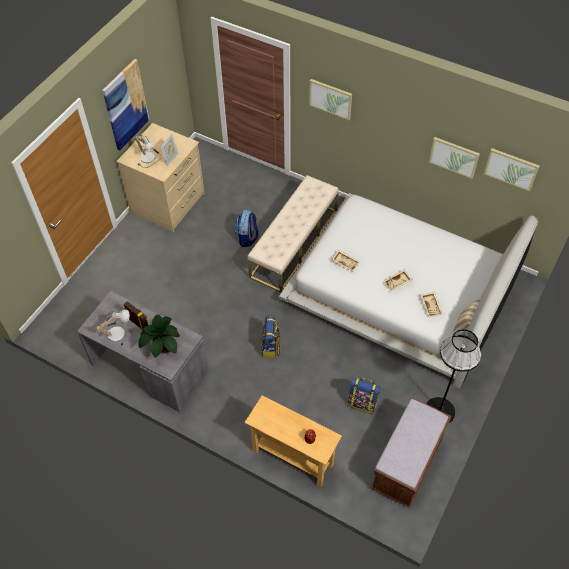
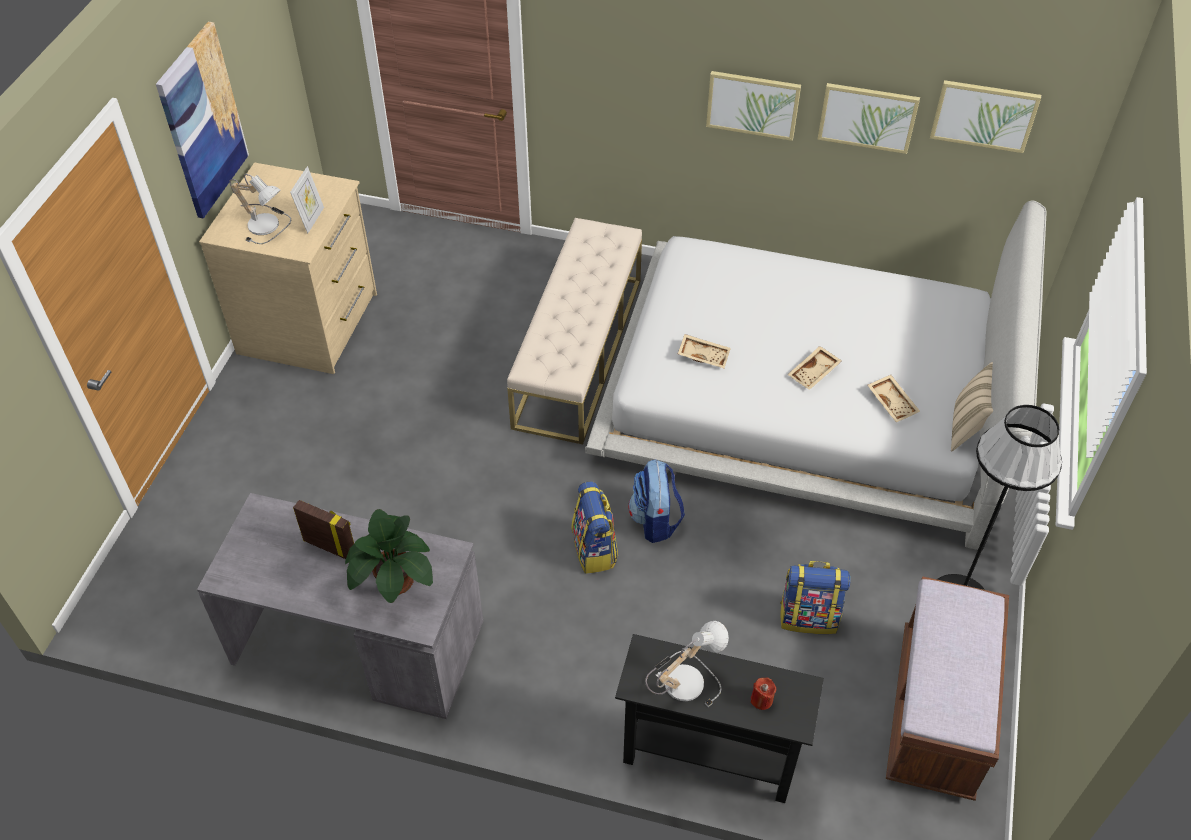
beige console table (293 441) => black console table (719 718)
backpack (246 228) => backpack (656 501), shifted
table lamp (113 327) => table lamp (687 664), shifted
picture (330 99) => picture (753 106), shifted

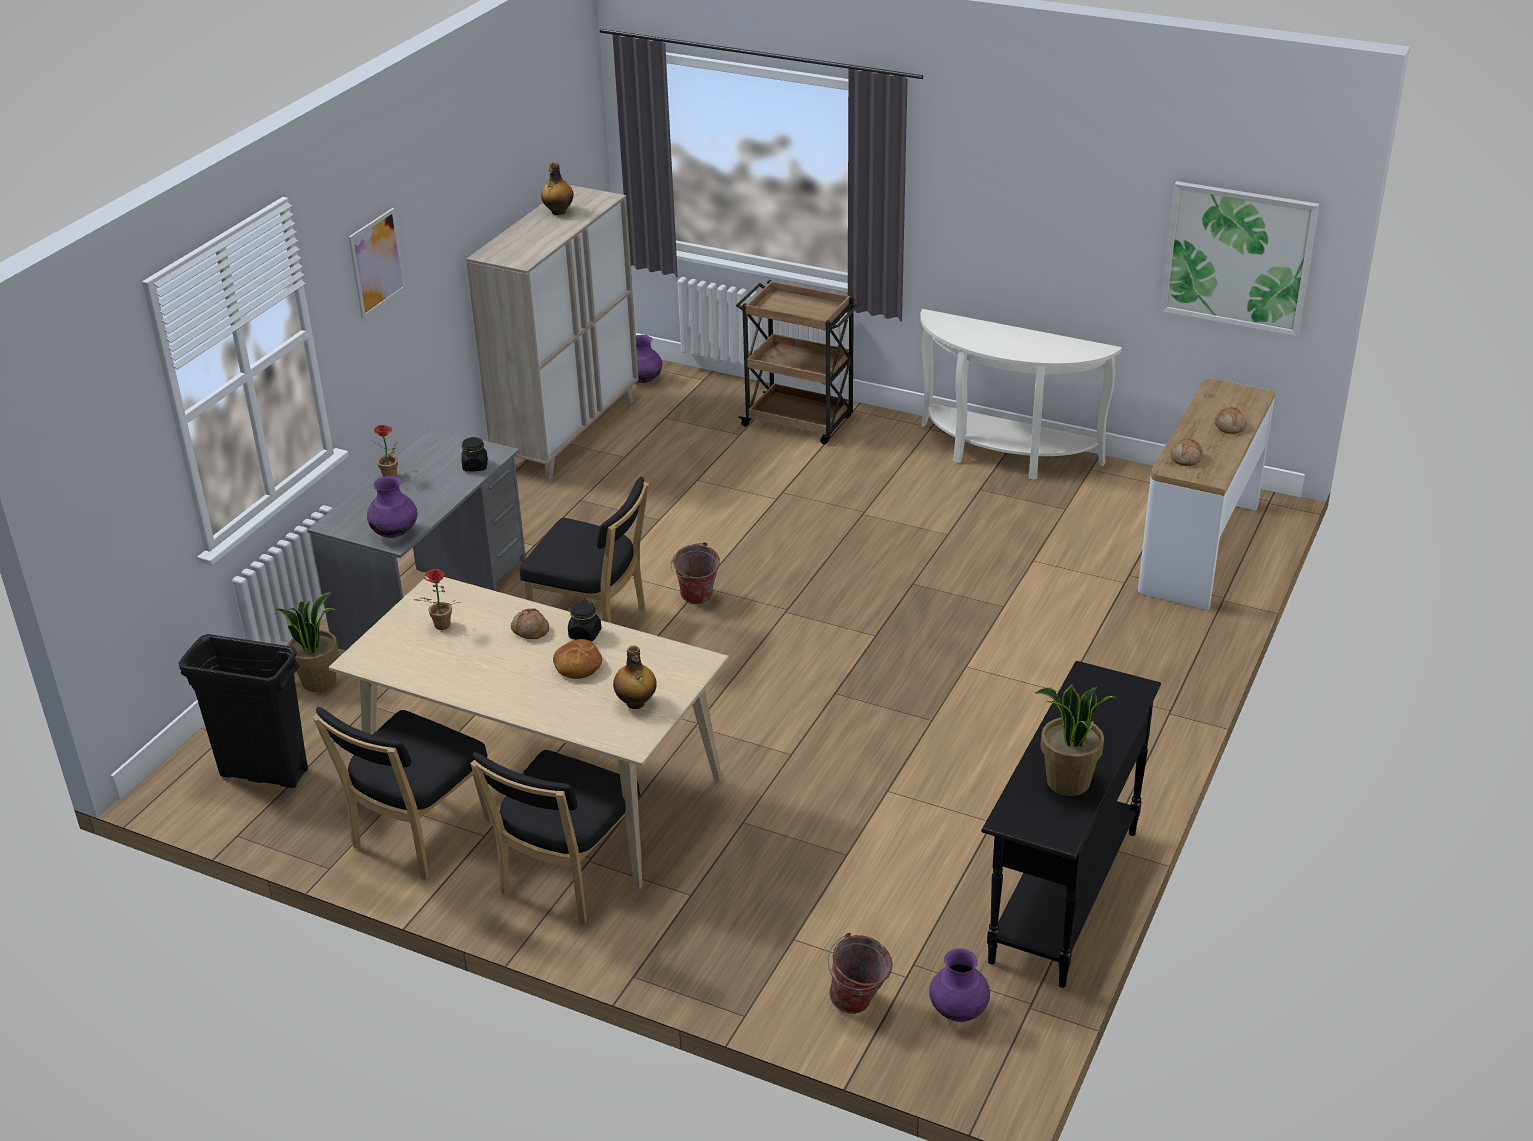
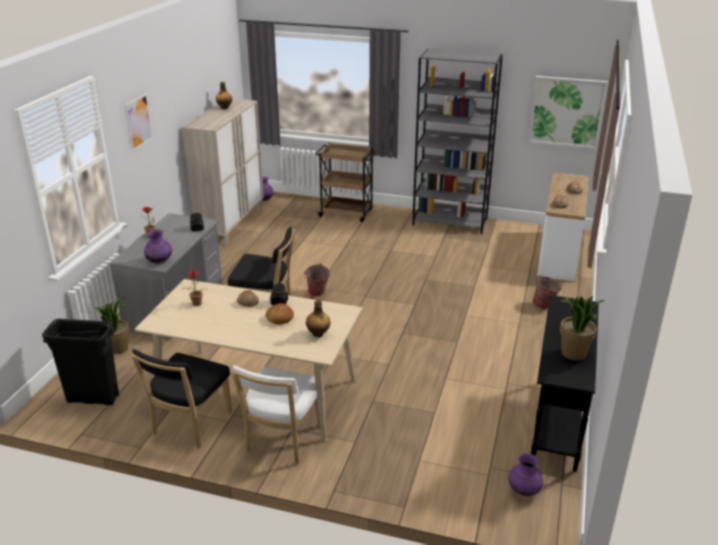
black chair (556 837) => white chair (276 415)
white console table (1021 394) => grey bookcase (457 141)
bucket (860 973) => bucket (547 292), shifted

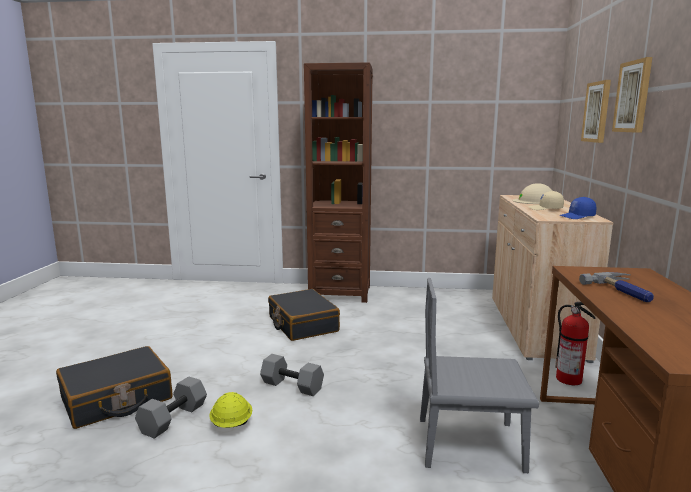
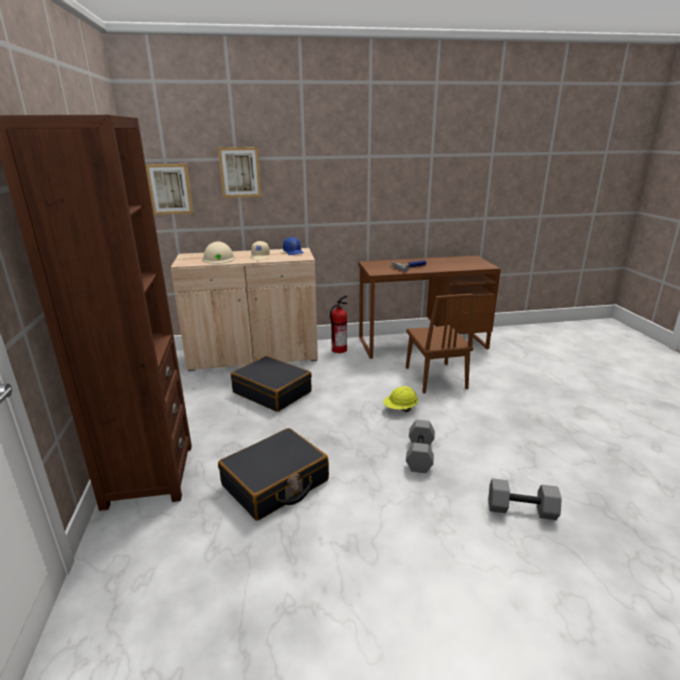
picture (632 95) => picture (169 189), shifted
black suitcase (114 387) => black suitcase (271 384), shifted
yellow hard hat (230 410) => yellow hard hat (401 399), shifted
grey chair (479 375) => brown chair (440 343)

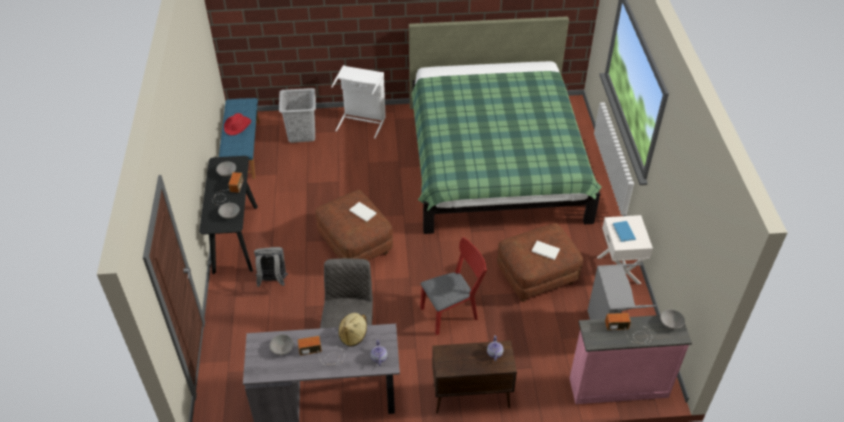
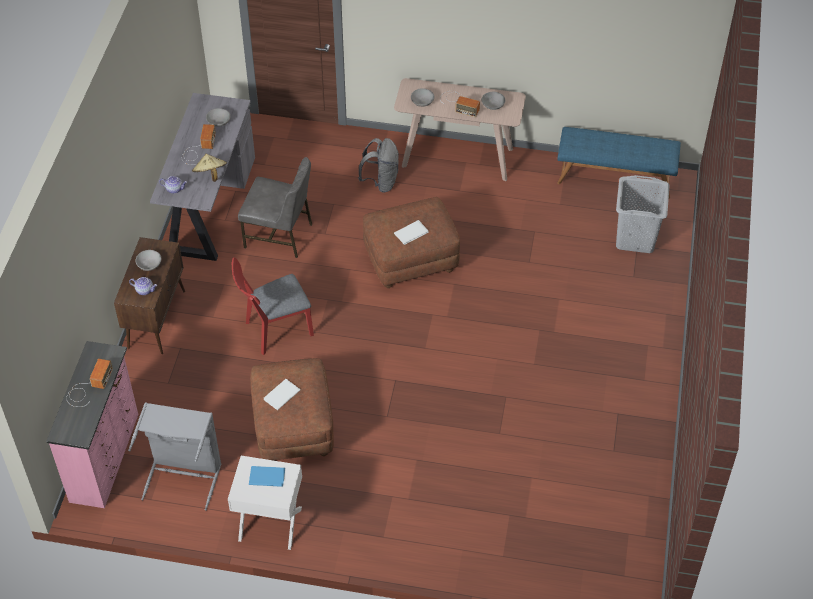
grey bowl (672 319) => grey bowl (148 260), shifted
red chair (453 286) => red chair (272 306), 75 degrees clockwise
black console table (228 215) => beige console table (460 129)
red hat (237 124) => nothing
white laundry basket (358 102) => nothing
green bed (505 125) => nothing

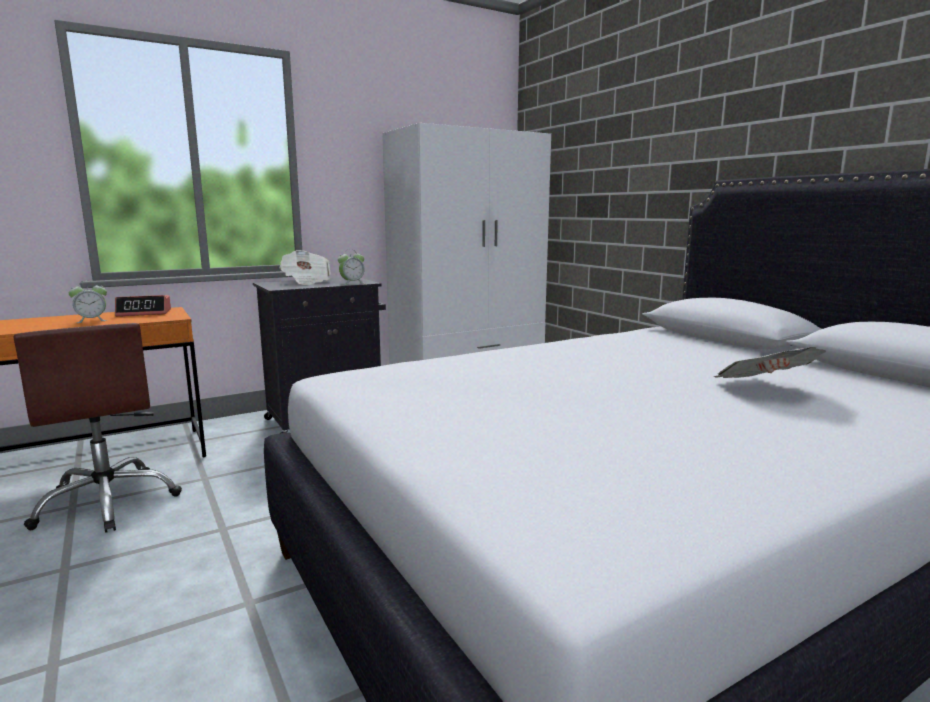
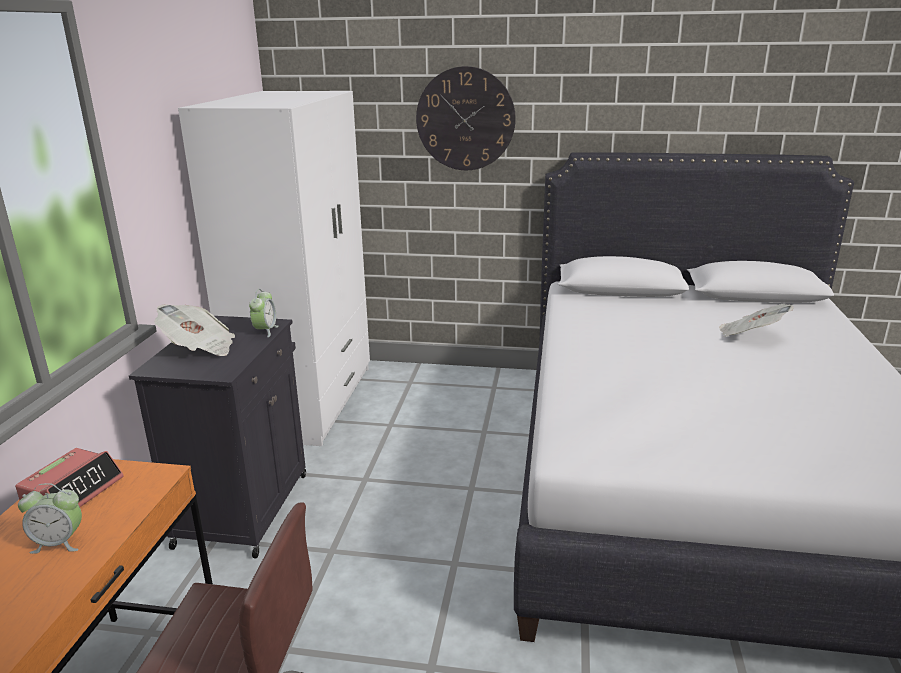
alarm clock (88 302) => alarm clock (50 518), 75 degrees clockwise
nothing => wall clock (466 118)

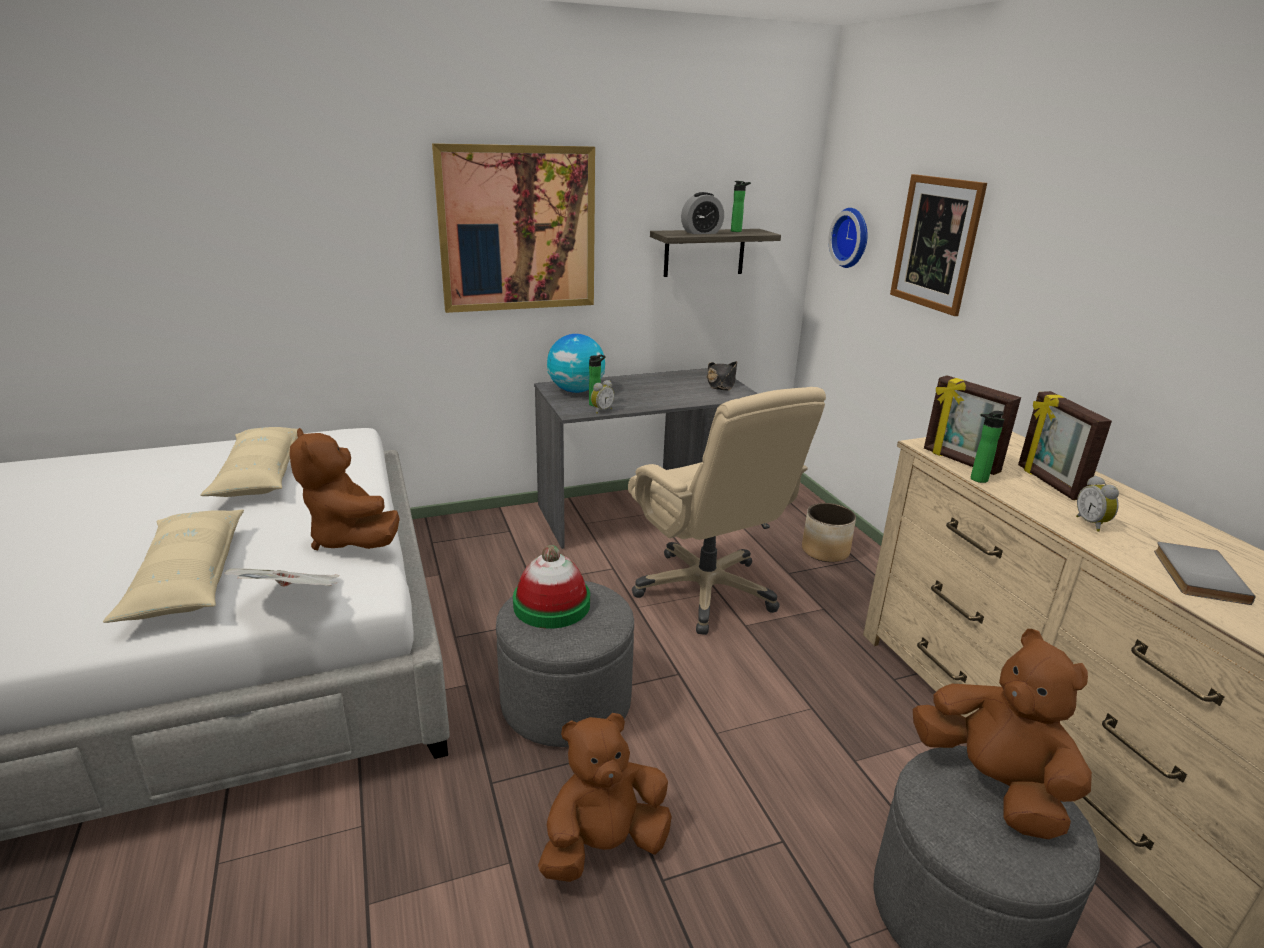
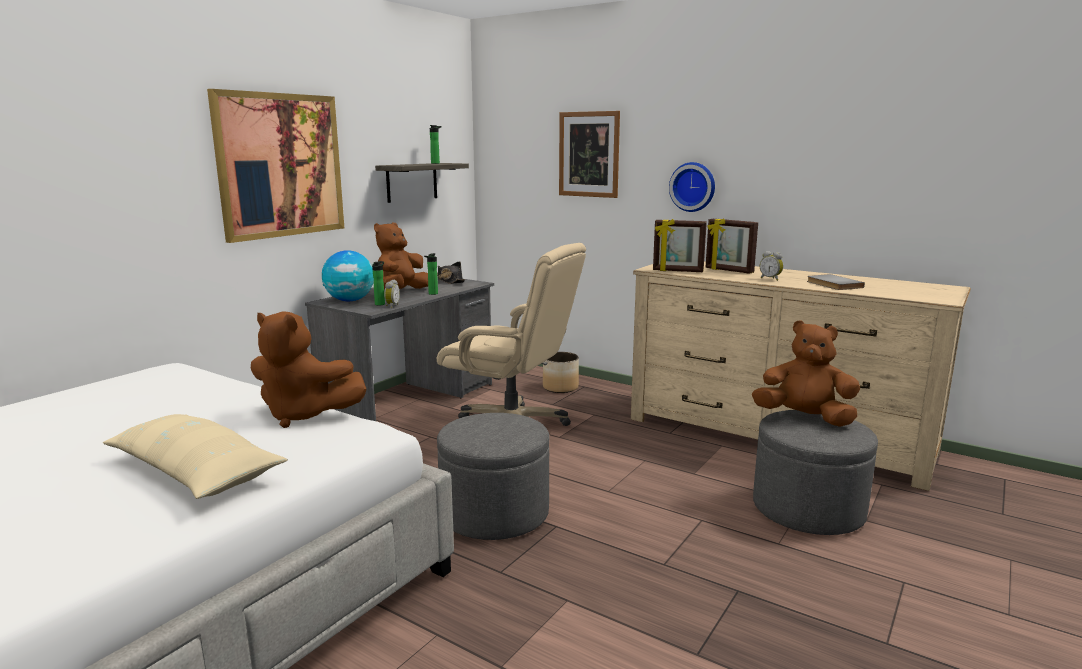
brown plush toy (605 797) => brown plush toy (401 256), shifted
bottle (987 447) => bottle (431 274), shifted
wall clock (848 238) => wall clock (692 187), shifted
beige pillow (249 462) => nothing
newspaper (282 577) => nothing
hat (551 587) => nothing
alarm clock (702 213) => nothing

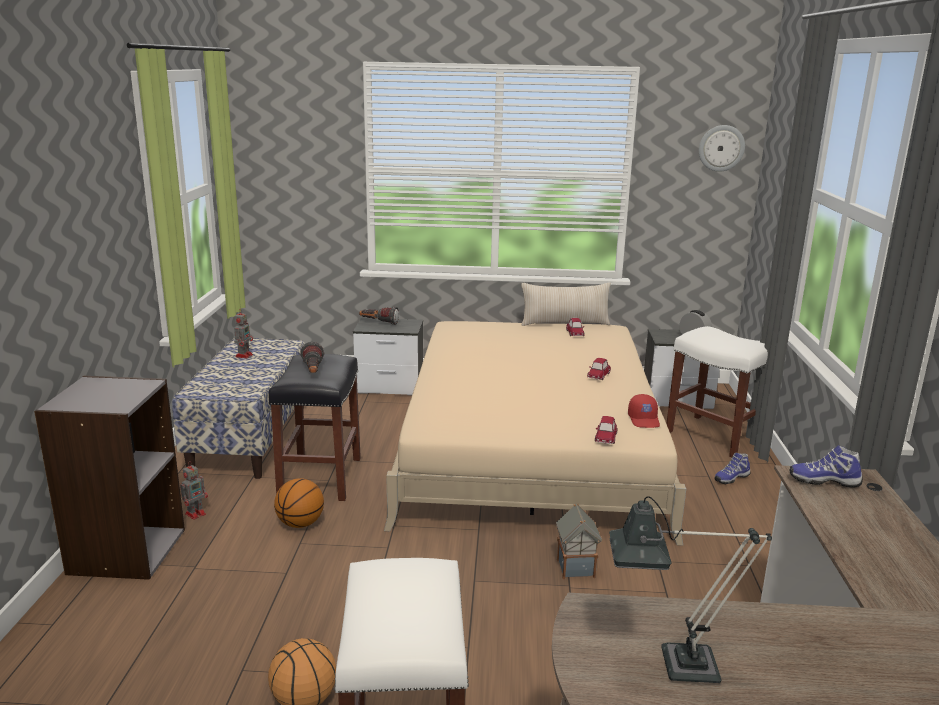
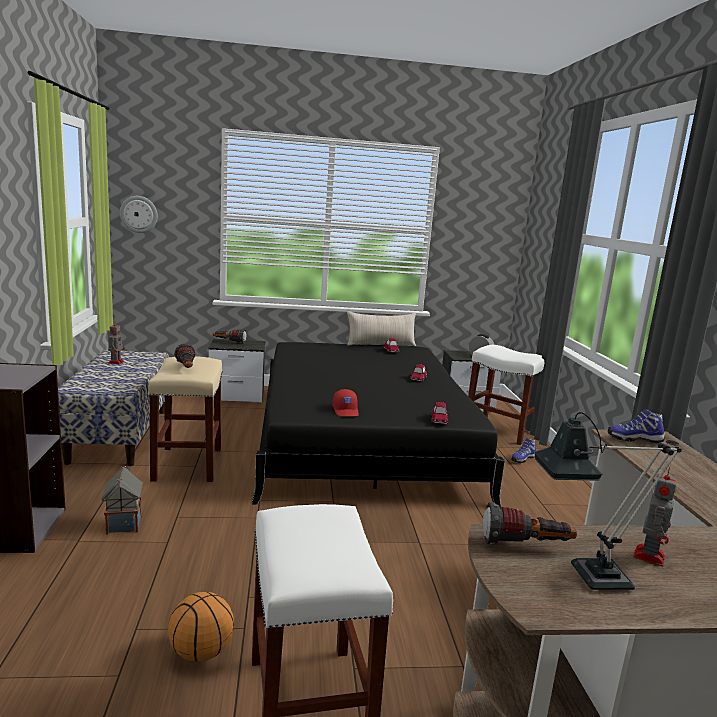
toy house (579 541) => toy house (122 500), shifted
wall clock (722 148) => wall clock (139 214), shifted
black stool (315 427) => beige stool (185 419)
beige bed (535 433) => black bed (378 425)
red cap (644 411) => red cap (346 402), shifted
nothing => flashlight (530 524)
toy robot (194 490) => toy robot (655 517), shifted
basketball (299 503) => nothing

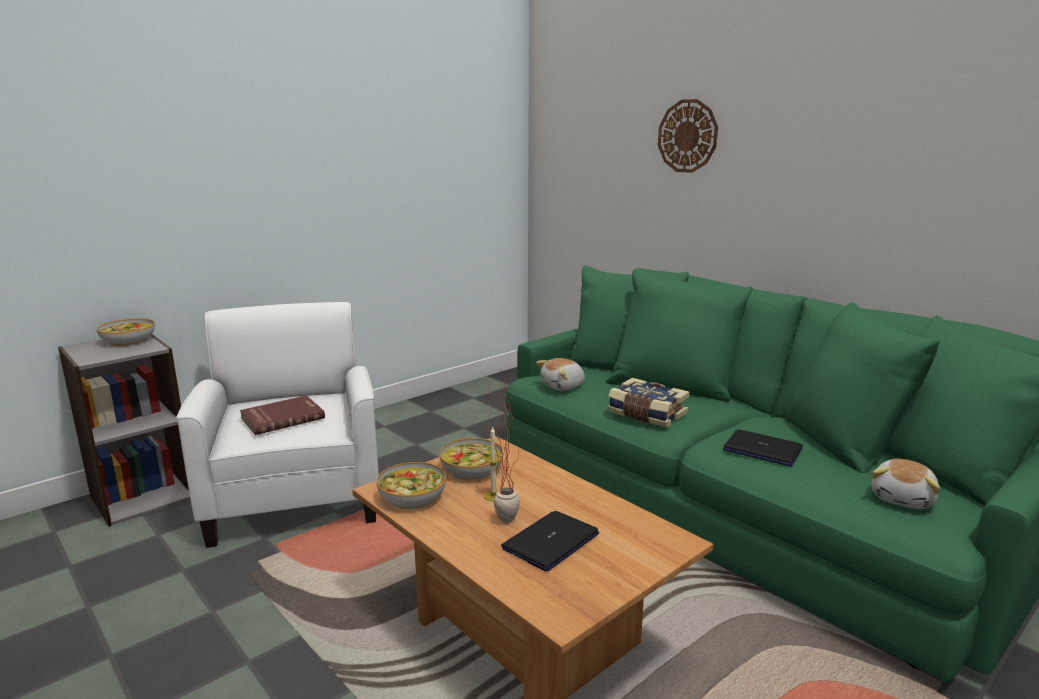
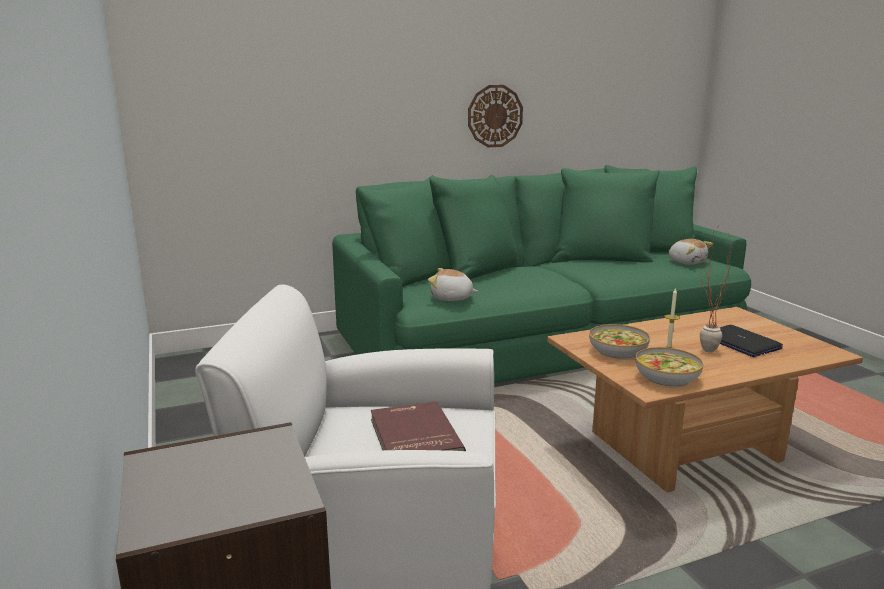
plush toy (560 374) => plush toy (453 284), 120 degrees clockwise
wall clock (688 136) => wall clock (495 116), shifted
bowl (125 332) => nothing
book (649 403) => nothing
laptop (763 448) => nothing

